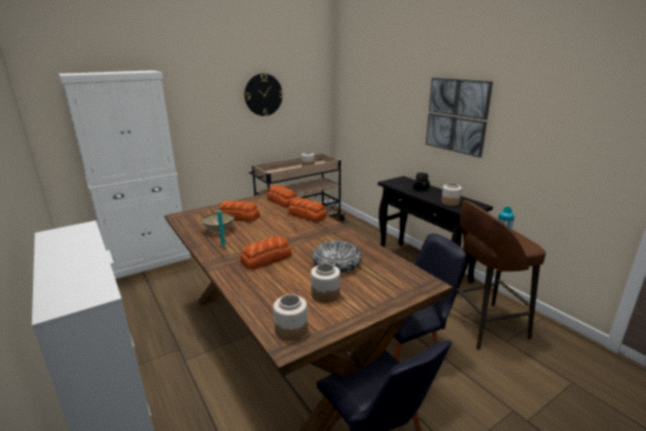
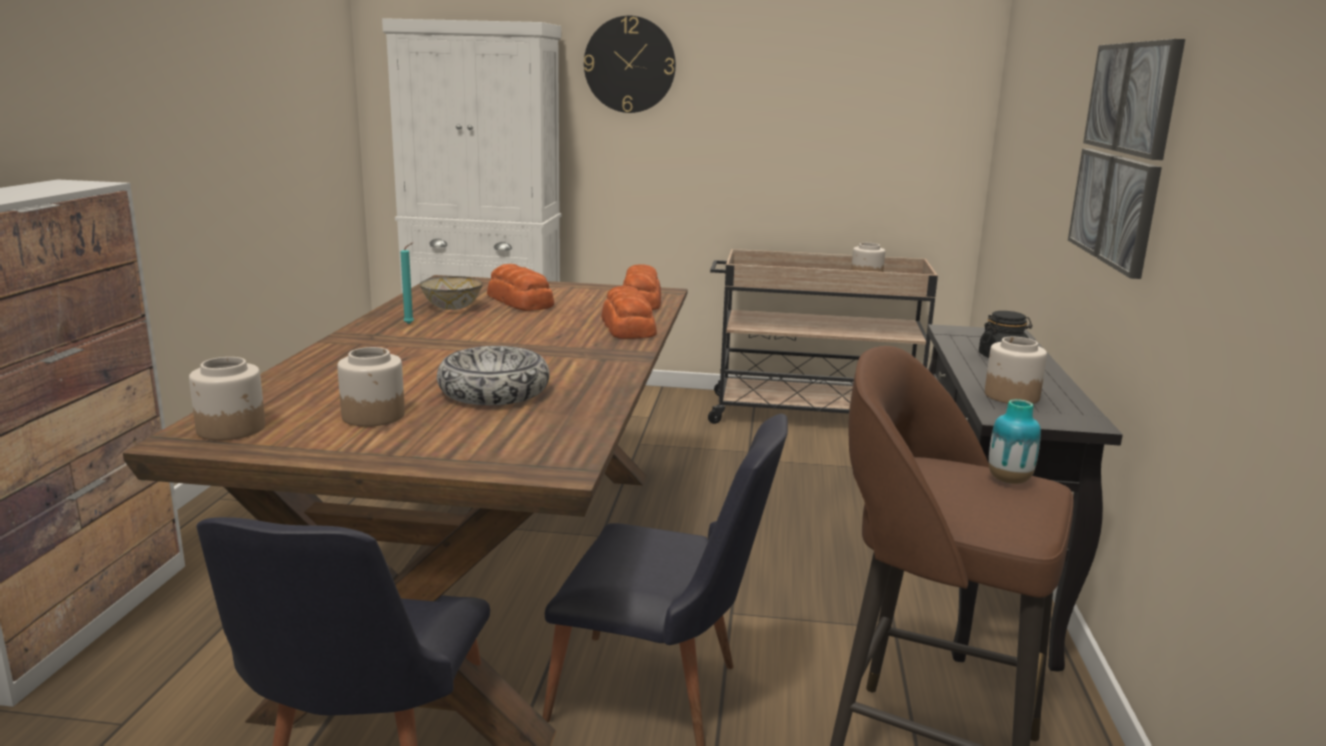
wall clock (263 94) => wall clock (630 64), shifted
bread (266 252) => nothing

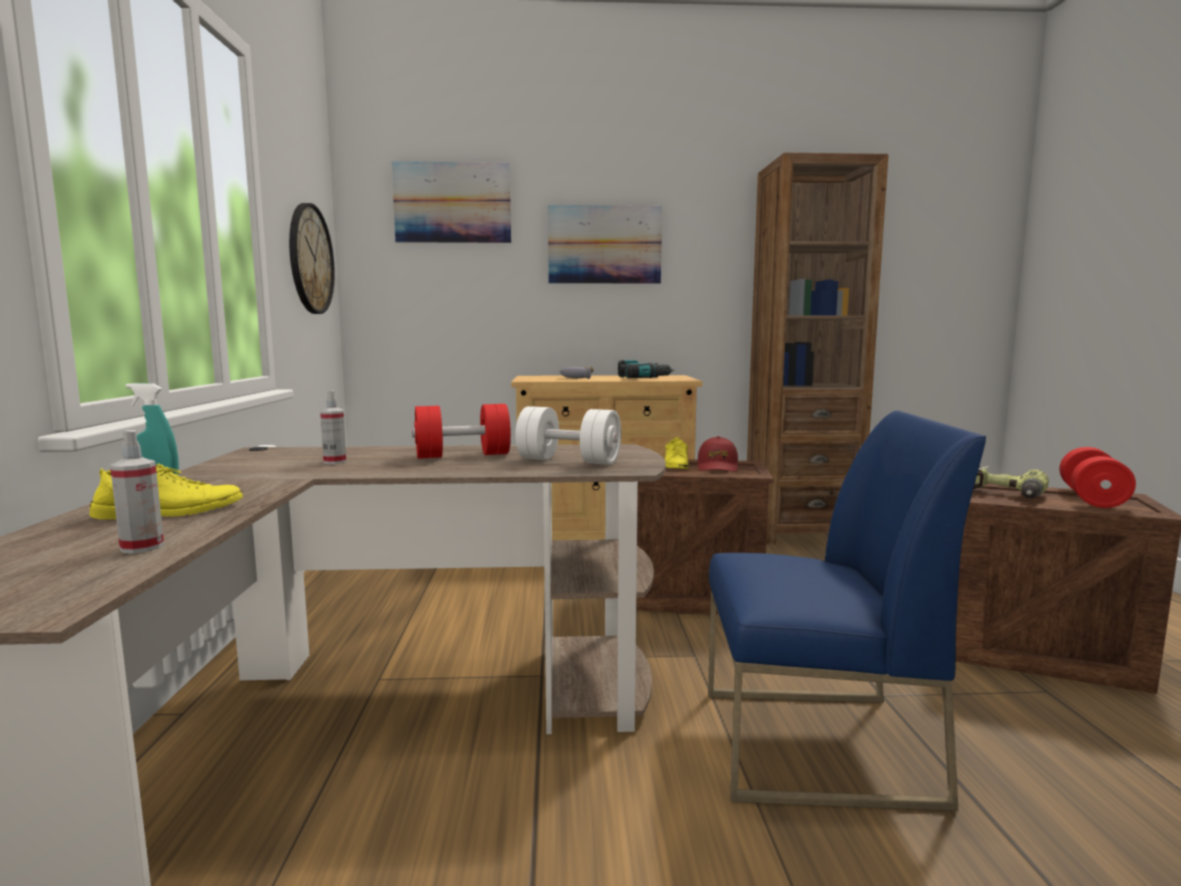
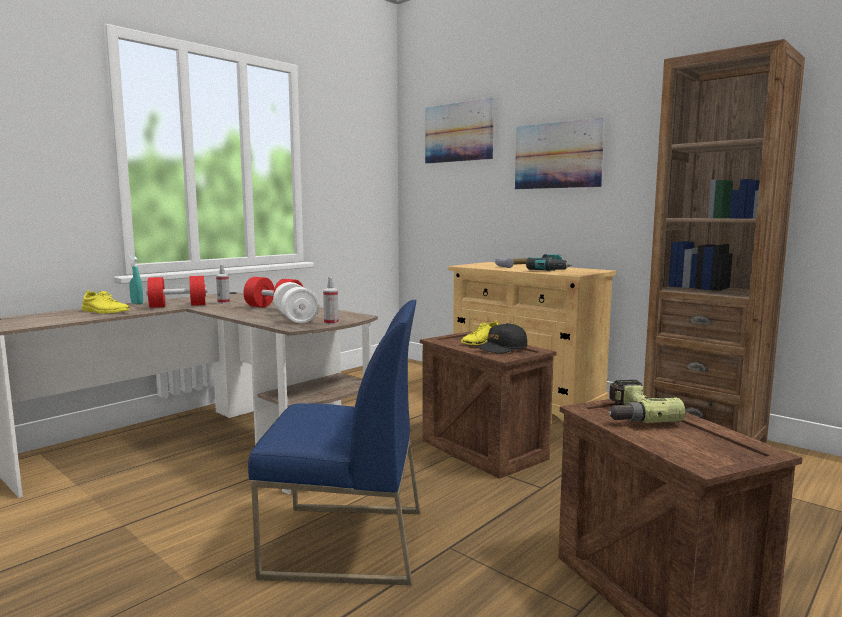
red dumbbell (1097 477) => red dumbbell (176 292), shifted
blue chair (847 610) => blue chair (334 442), 45 degrees counterclockwise
spray bottle (137 492) => spray bottle (331 301), shifted
red cap (717 454) => black cap (501 338)
wall clock (312 258) => nothing

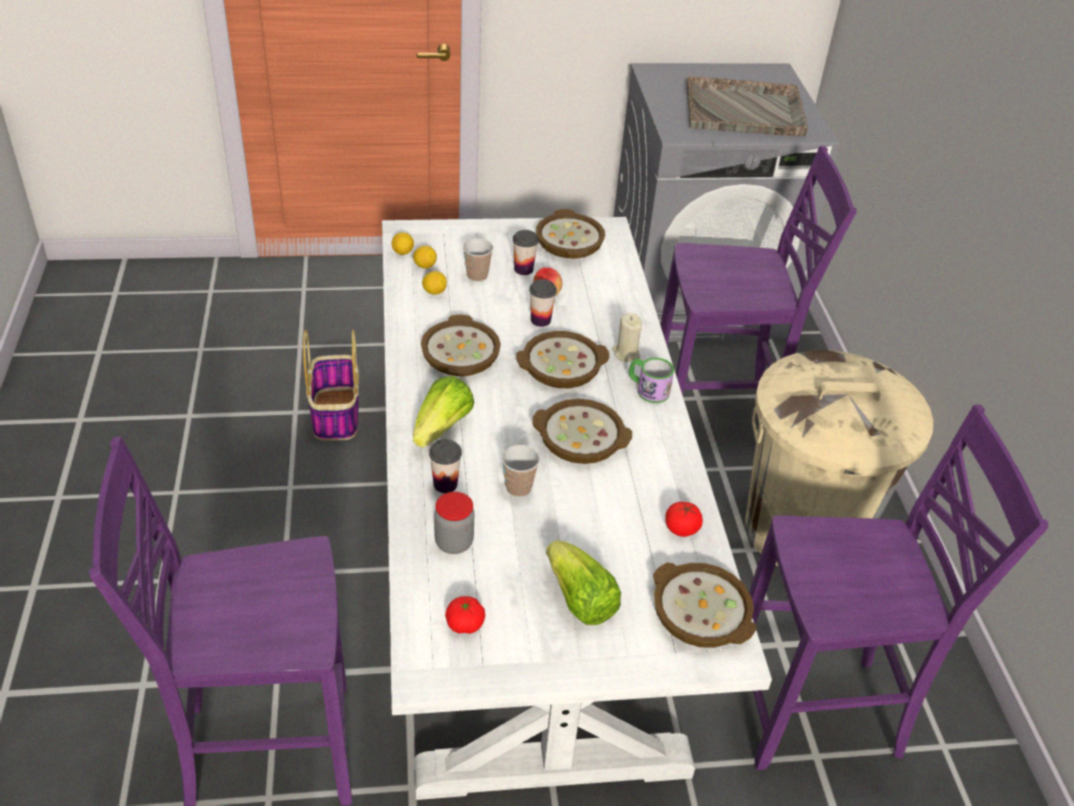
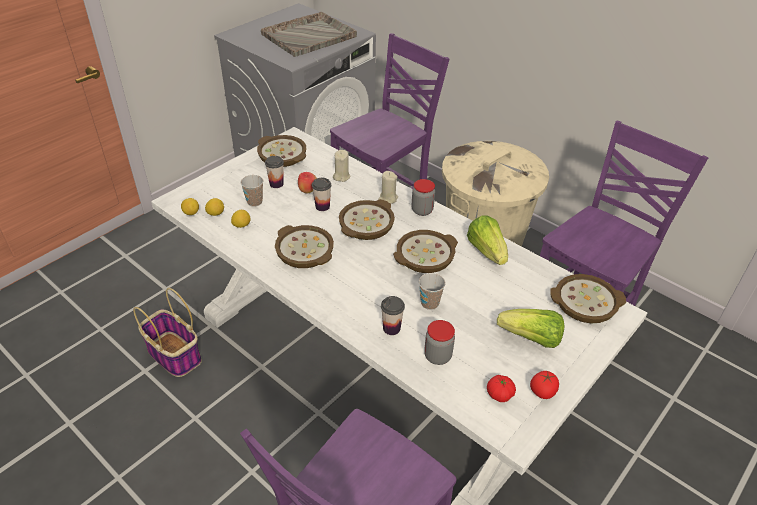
nothing => beige candle (342 166)
mug (651 380) => jar (423 197)
lettuce (443 412) => lettuce (487 240), shifted
tomato (684 519) => tomato (544 385), shifted

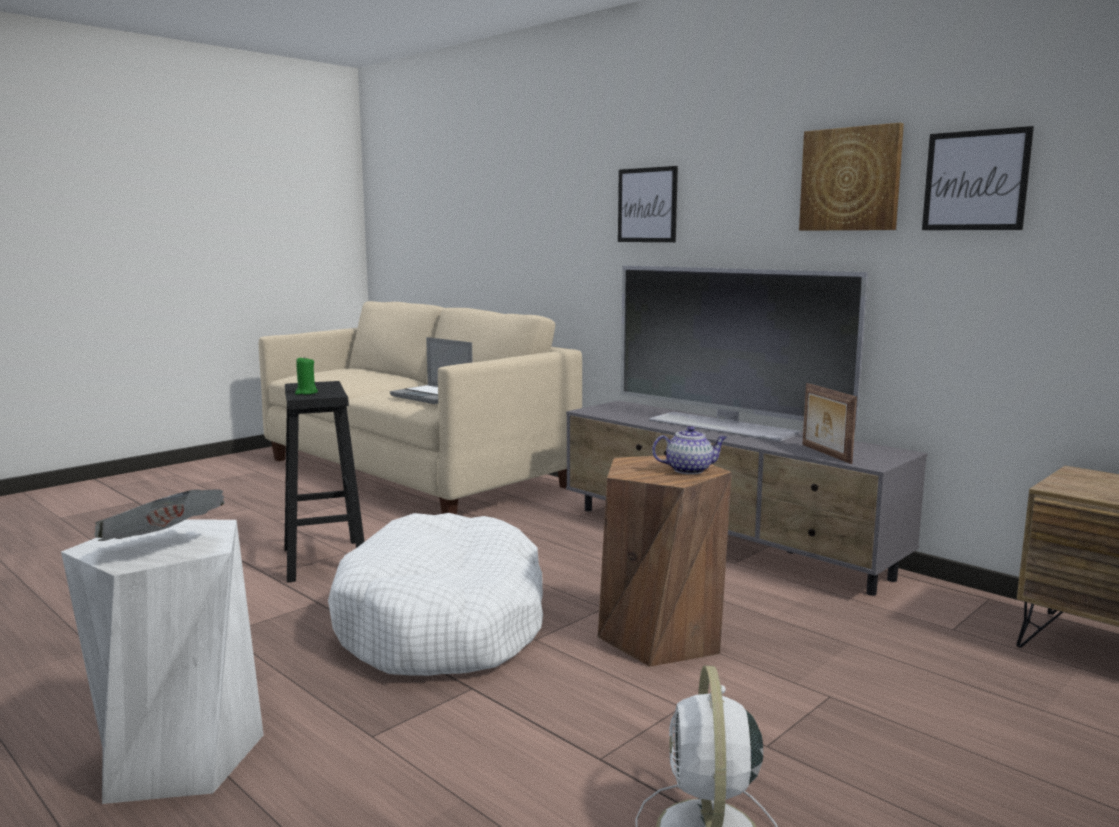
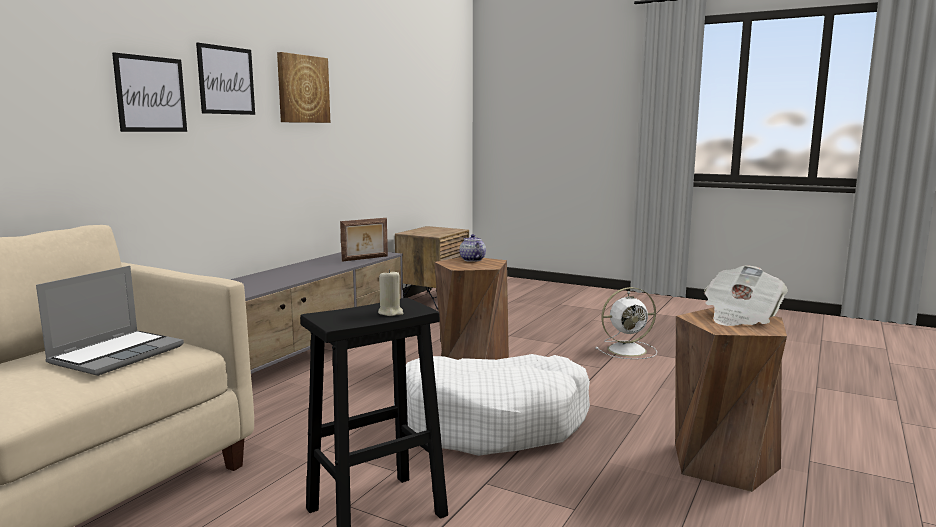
picture (978 178) => picture (225 79), shifted
green candle (306 375) => beige candle (391 292)
white stool (162 662) => brown stool (731 399)
television (744 354) => nothing

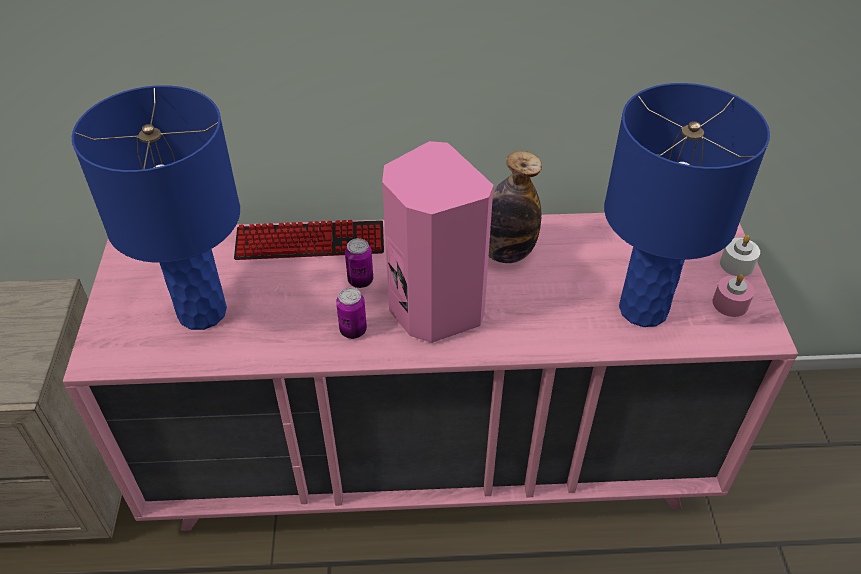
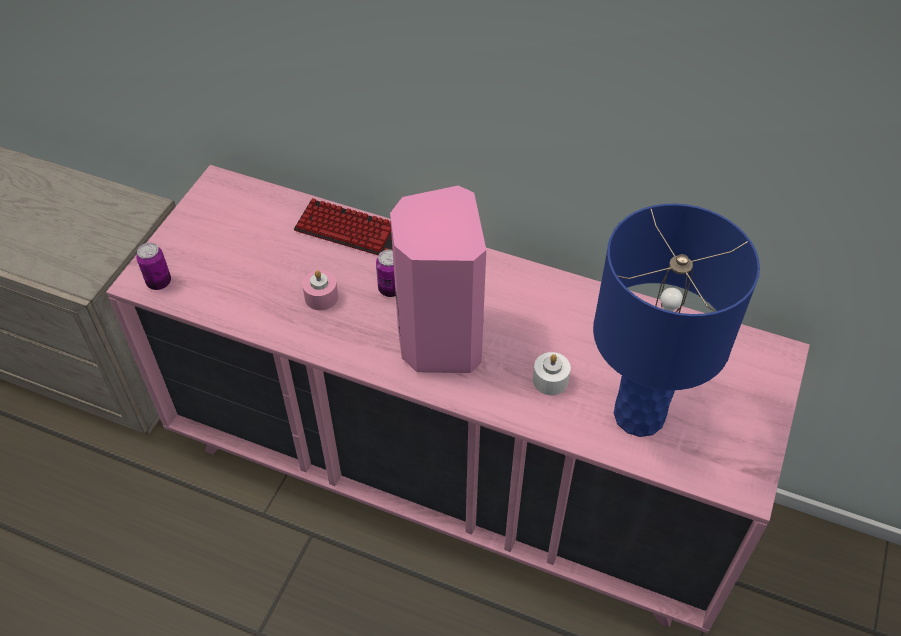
can (351 313) => can (153 266), shifted
pink candle (734 295) => pink candle (320 290), shifted
white candle (740 256) => white candle (552 373), shifted
blue table lamp (156 207) => nothing
bottle (515 207) => nothing

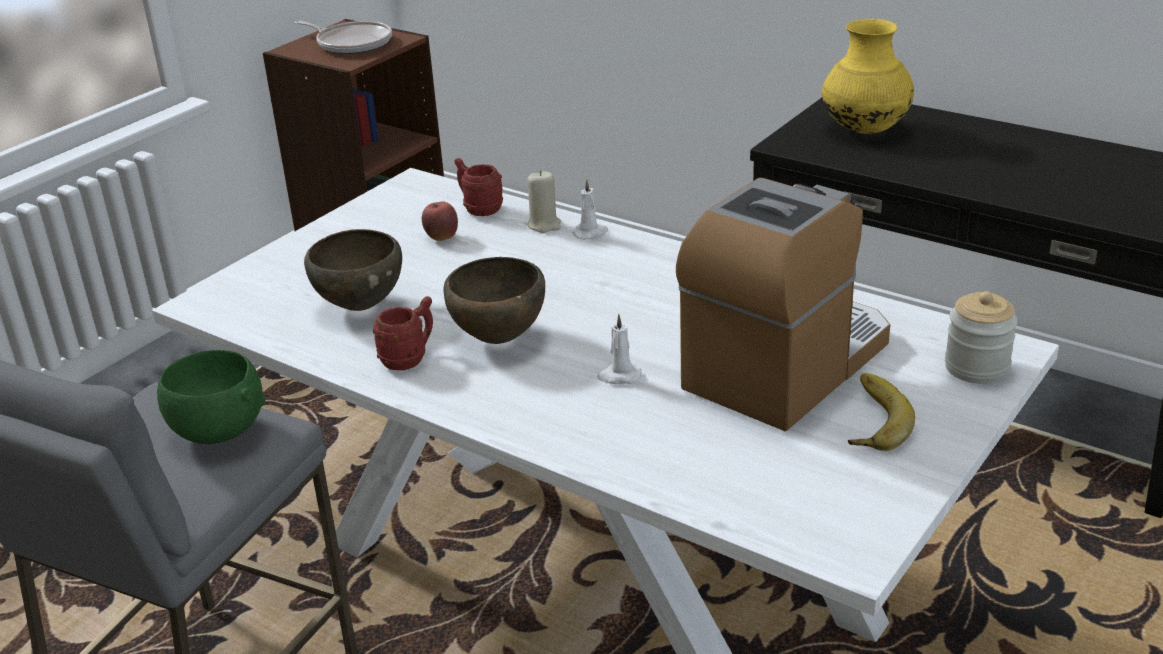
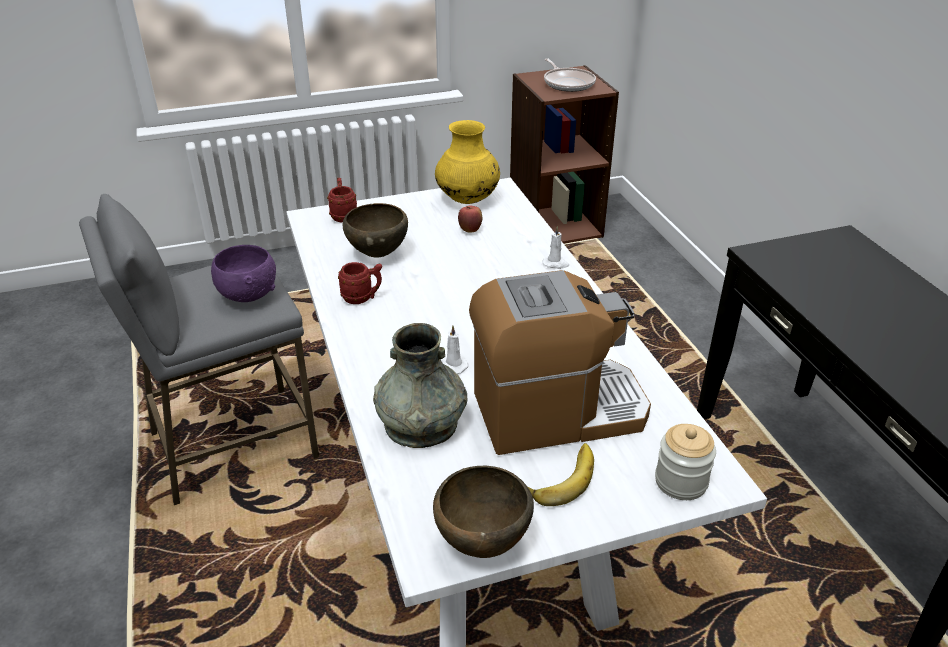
green bowl (211 397) => purple bowl (243 273)
red mug (479 187) => red mug (342 200), shifted
nothing => grey vase (420 385)
brown bowl (494 300) => brown bowl (483 512), shifted
yellow vase (868 76) => yellow vase (467 162), shifted
beige candle (544 201) => nothing

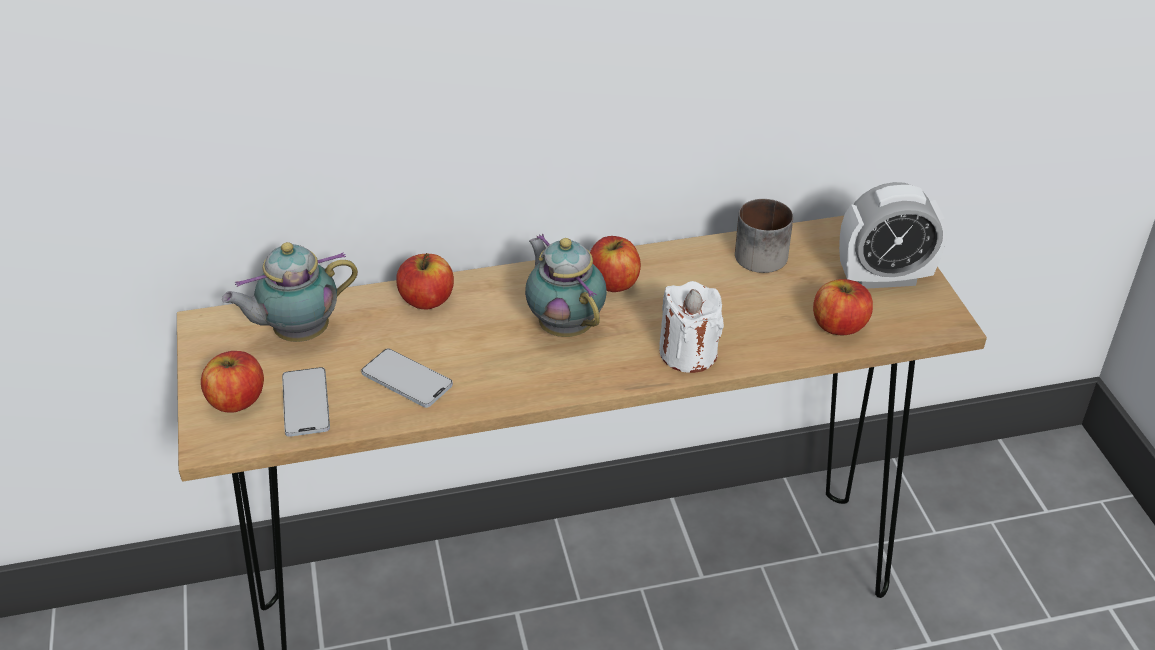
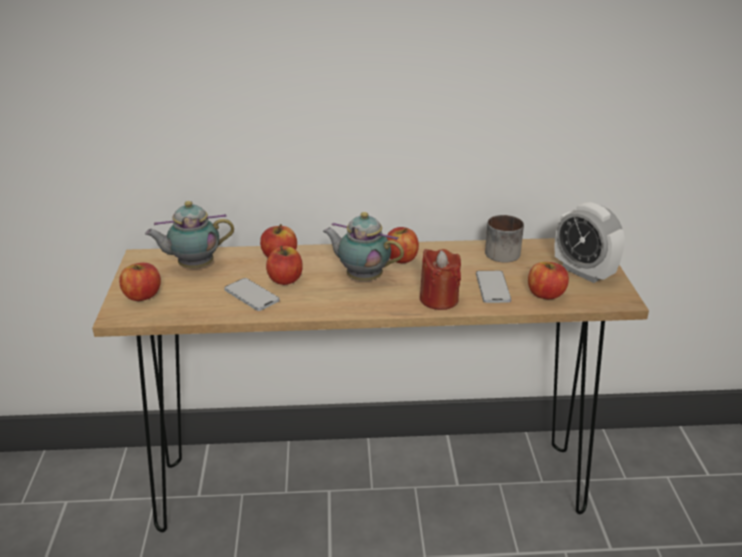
nothing => apple (284 265)
teapot (566 285) => teapot (363 246), 45 degrees counterclockwise
white candle (691 327) => red candle (440 279)
phone (306 402) => phone (493 287), shifted
alarm clock (893 235) => alarm clock (590 242), 45 degrees clockwise

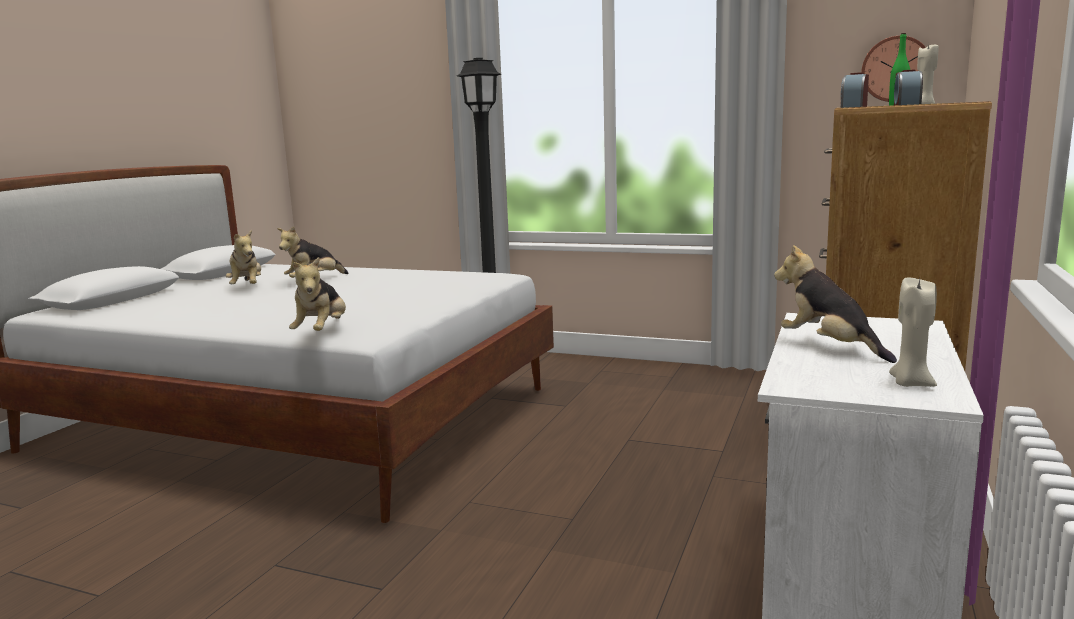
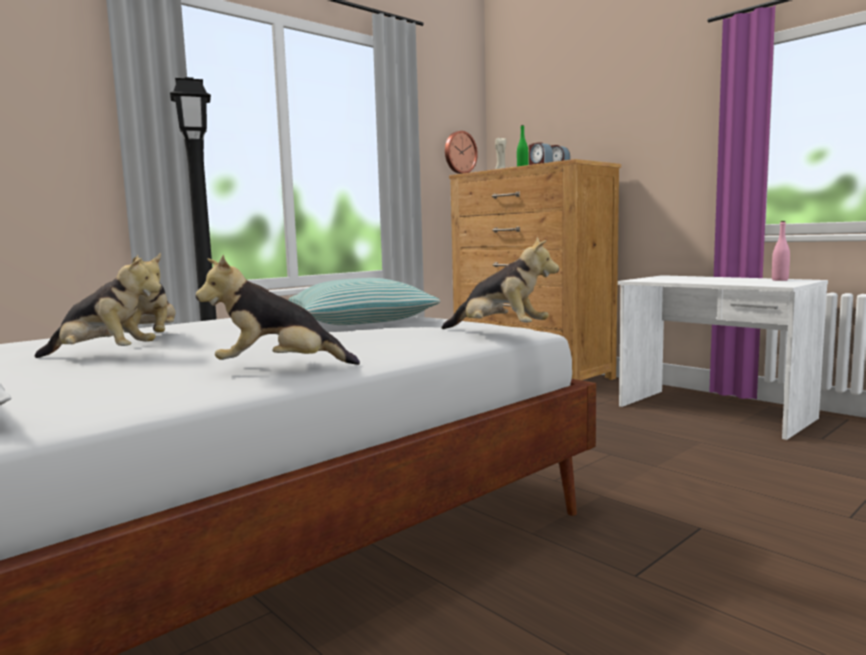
plush toy (835 304) => plush toy (278 310), shifted
nothing => pillow (364 301)
beige candle (913 332) => pink bottle (781 251)

